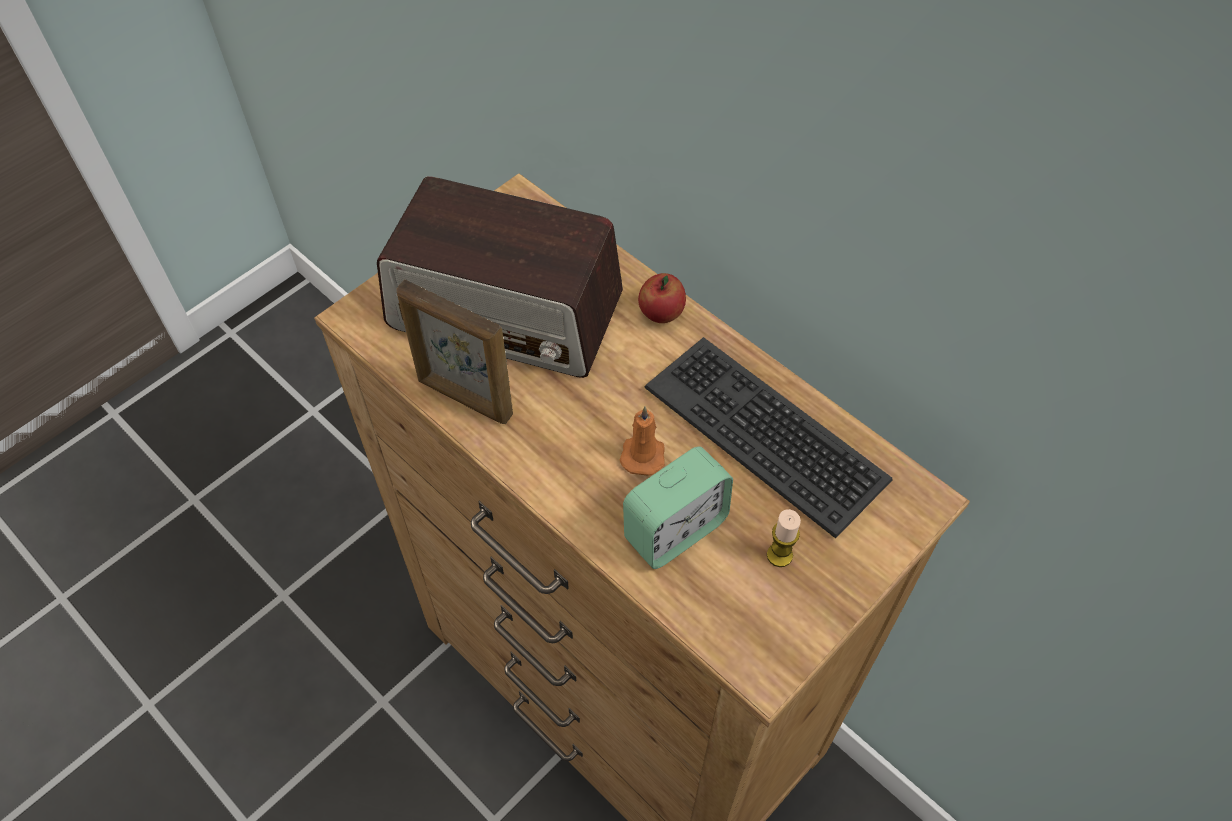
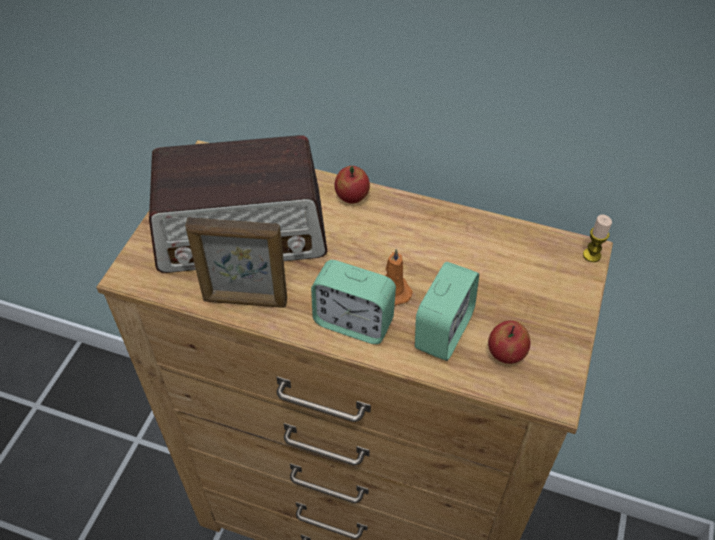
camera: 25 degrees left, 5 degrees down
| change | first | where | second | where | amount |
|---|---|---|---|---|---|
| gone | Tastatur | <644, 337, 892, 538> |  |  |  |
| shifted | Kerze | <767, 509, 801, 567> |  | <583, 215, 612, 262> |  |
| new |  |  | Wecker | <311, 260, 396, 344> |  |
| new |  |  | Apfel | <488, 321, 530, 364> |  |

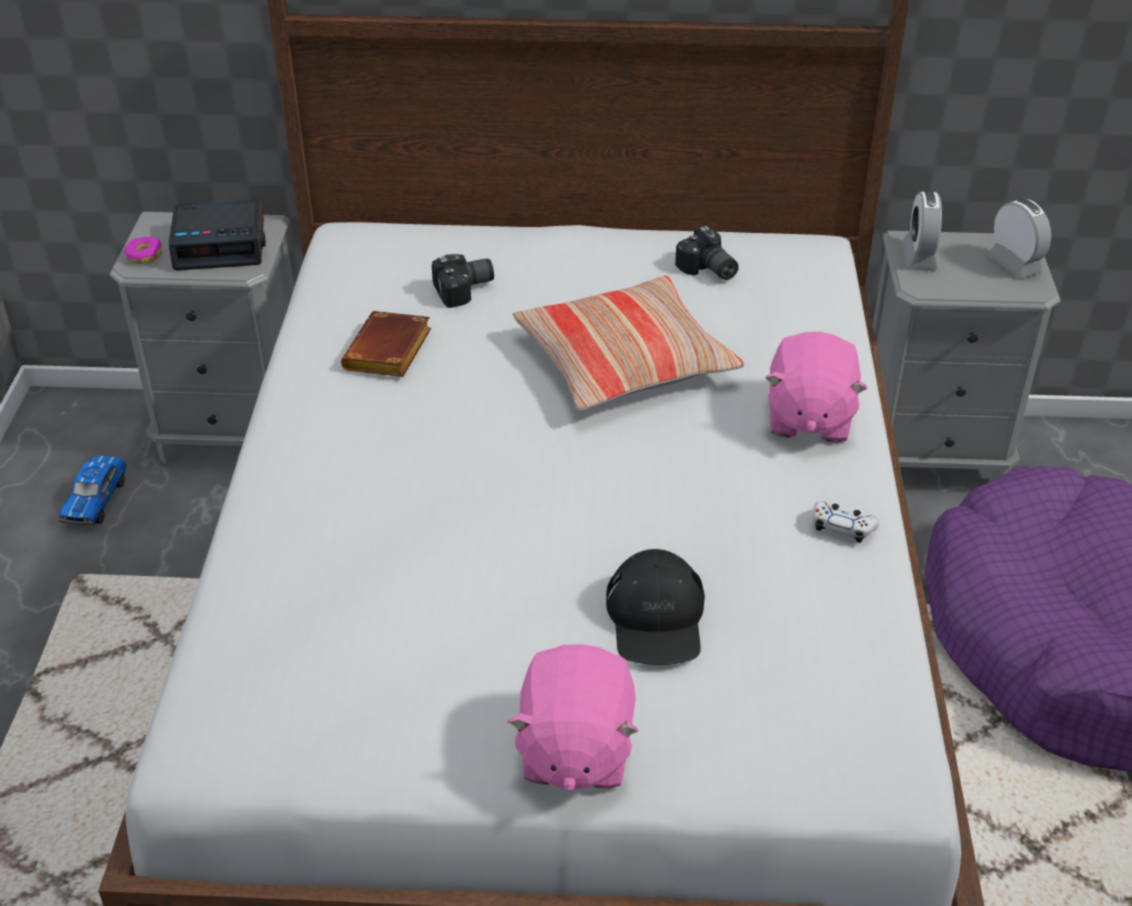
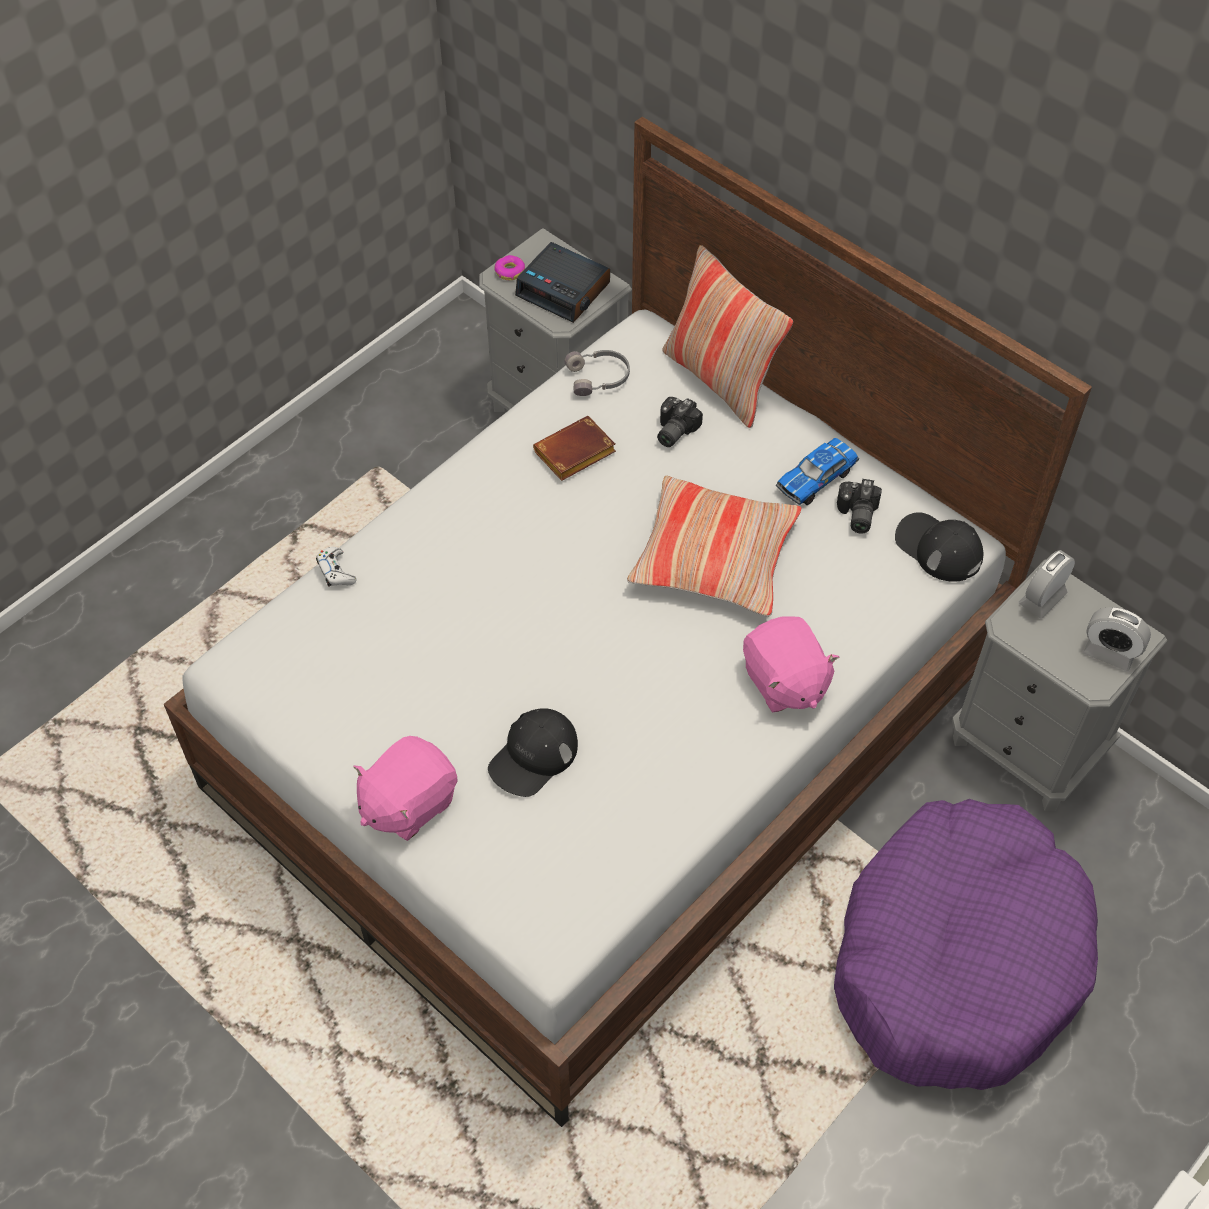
camera: 40 degrees right, 15 degrees up
| change | first | where | second | where | amount |
|---|---|---|---|---|---|
| rotated | Wecker | <987, 199, 1051, 278> |  | <1084, 607, 1151, 671> | 105 degrees clockwise |
| rotated | Kamera | <432, 254, 494, 308> |  | <657, 397, 703, 447> | 105 degrees clockwise |
| rotated | Plüschtier (rosa) | <765, 332, 868, 443> |  | <743, 617, 839, 712> | 75 degrees counterclockwise |
| shifted | Spielzeugauto | <59, 456, 127, 525> |  | <776, 438, 859, 505> |  |
| shifted | Gamepad (weiß) | <813, 501, 879, 543> |  | <316, 547, 356, 587> |  |
| new |  |  | Kissen | <663, 245, 793, 428> |  |
| new |  |  | Kopfhörer (grau) | <564, 350, 630, 396> |  |
| new |  |  | Kappe (schwarz) | <895, 512, 983, 582> |  |

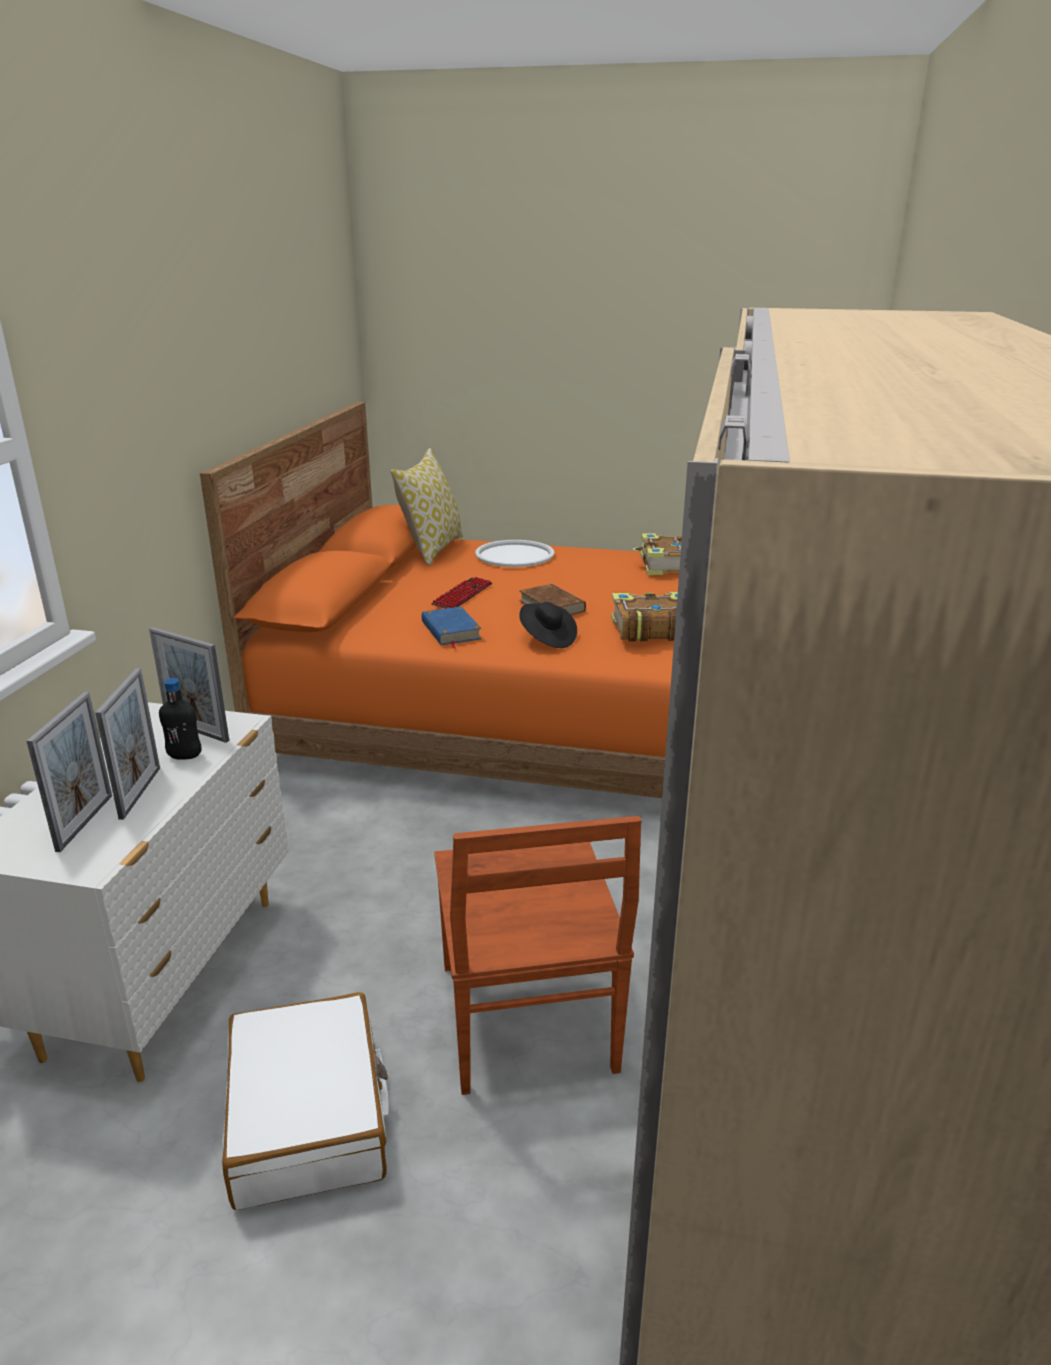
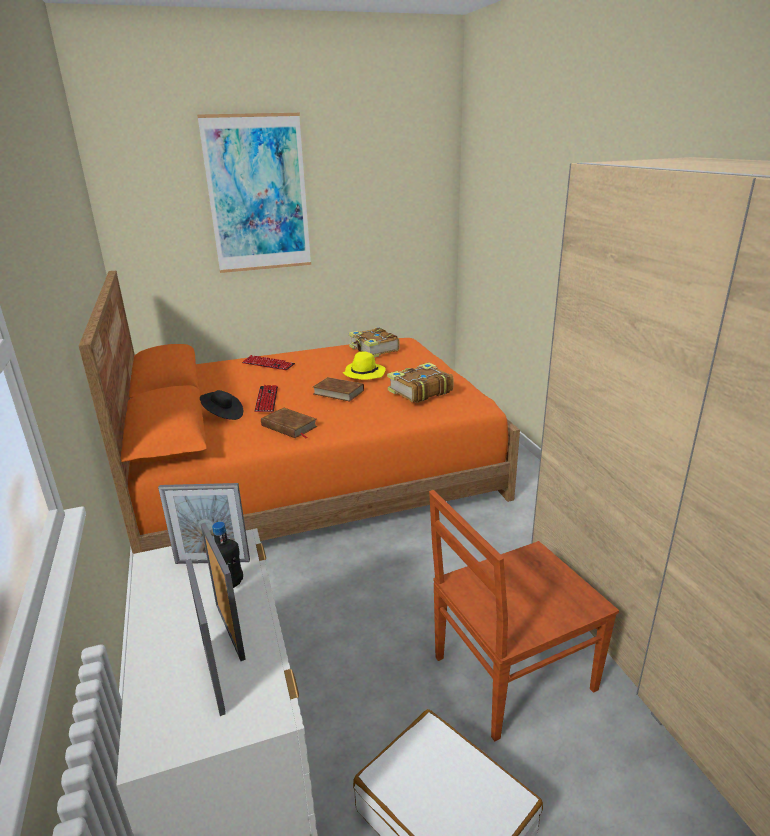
camera: 30 degrees left, 0 degrees up
| change | first | where | second | where | amount |
|---|---|---|---|---|---|
| gone | Kissen | <391, 448, 463, 566> |  |  |  |
| swapped | Tablett (weiß) | <475, 540, 554, 567> | Tastatur | <242, 355, 295, 370> |  |
| shifted | Hut (schwarz) | <519, 602, 577, 648> |  | <200, 390, 243, 420> |  |
| repainted | Buch (blau) | <422, 607, 481, 648> | Buch (braun) | <261, 408, 318, 438> |  |
| rotated | Stuhl (braun) | <434, 816, 642, 1095> |  | <429, 490, 619, 741> | 105 degrees clockwise |
| new |  |  | Bild | <197, 113, 311, 273> |  |
| new |  |  | Hut (gelb) | <343, 351, 385, 380> |  |

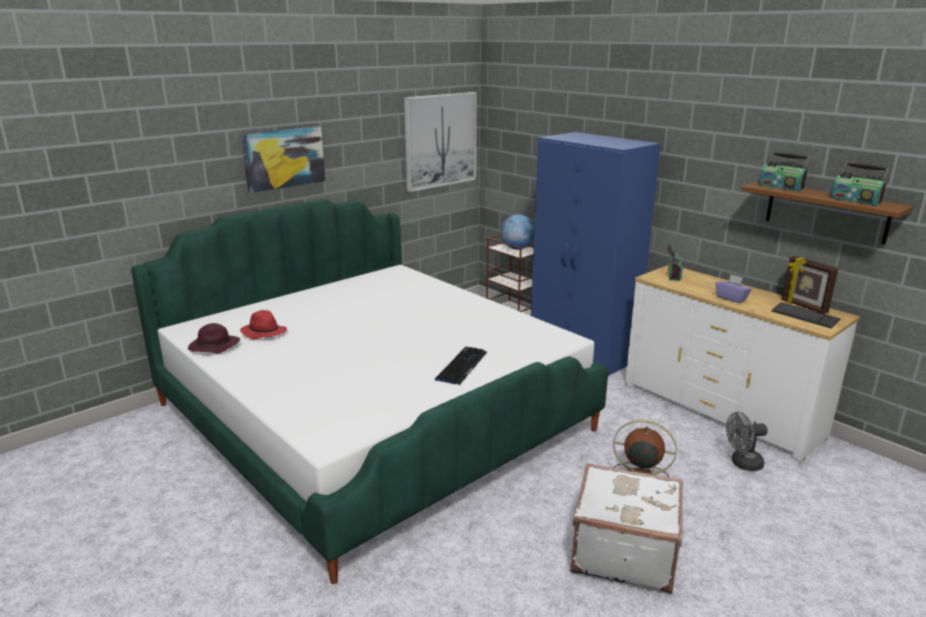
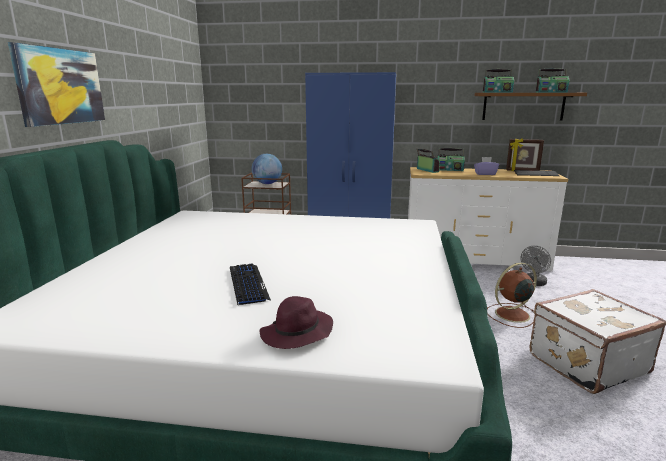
camera: 40 degrees left, 5 degrees down
| change | first | where | second | where | amount |
|---|---|---|---|---|---|
| gone | Bild | <404, 92, 477, 192> |  |  |  |
| gone | Hut (rot) | <240, 310, 287, 340> |  |  |  |
| shifted | Hut (lila) | <188, 323, 240, 353> |  | <260, 296, 333, 349> |  |
| shifted | Tastatur | <435, 347, 487, 385> |  | <230, 263, 271, 306> |  |
| new |  |  | Radio | <437, 148, 465, 171> |  |

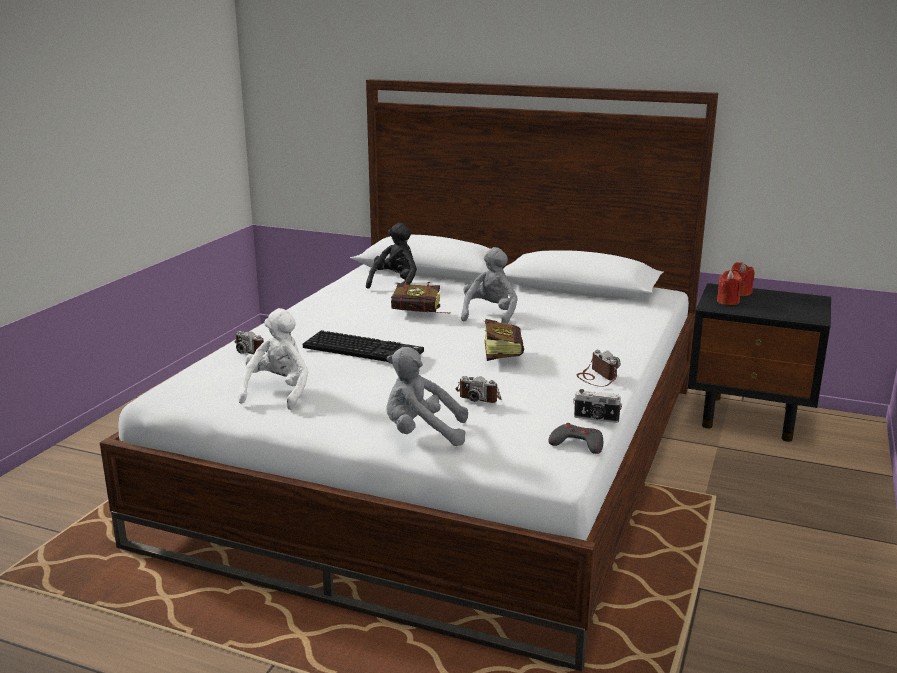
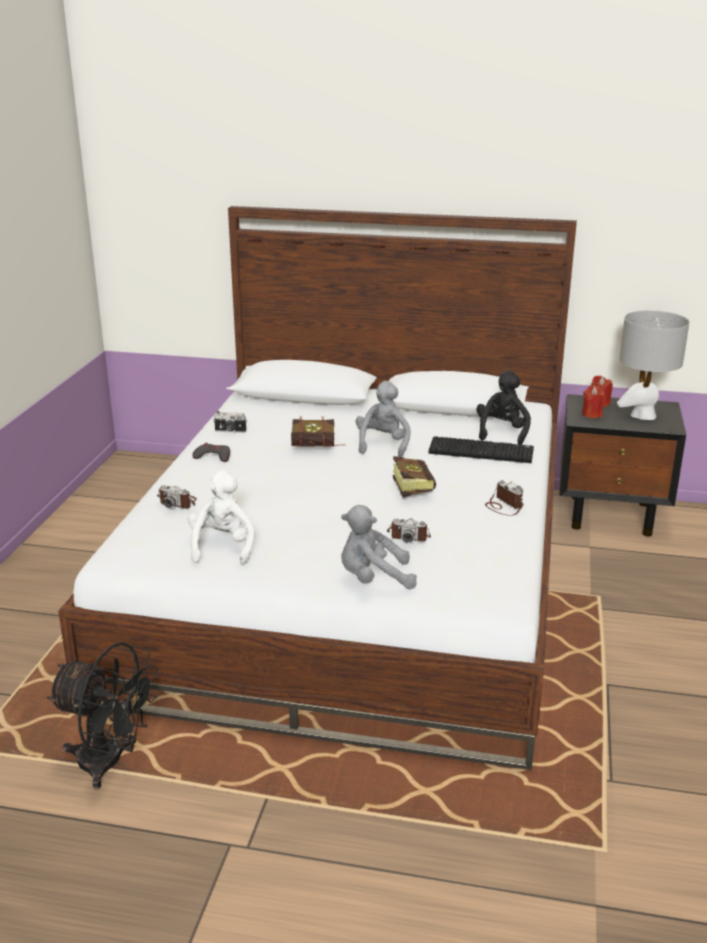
camera: 10 degrees left, 5 degrees up
| change | first | where | second | where | amount |
|---|---|---|---|---|---|
| shifted | Plüschtier (schwarz) | <366, 223, 417, 289> |  | <477, 370, 531, 445> |  |
| shifted | Tastatur | <303, 330, 424, 362> |  | <429, 436, 534, 463> |  |
| shifted | Kamera | <573, 389, 622, 423> |  | <213, 411, 247, 433> |  |
| shifted | Gamepad (grau) | <549, 423, 603, 454> |  | <192, 443, 230, 462> |  |
| new |  |  | Tischlampe (grau) | <617, 310, 690, 420> |  |
| new |  |  | Ventilator (schwarz) | <47, 642, 158, 789> |  |

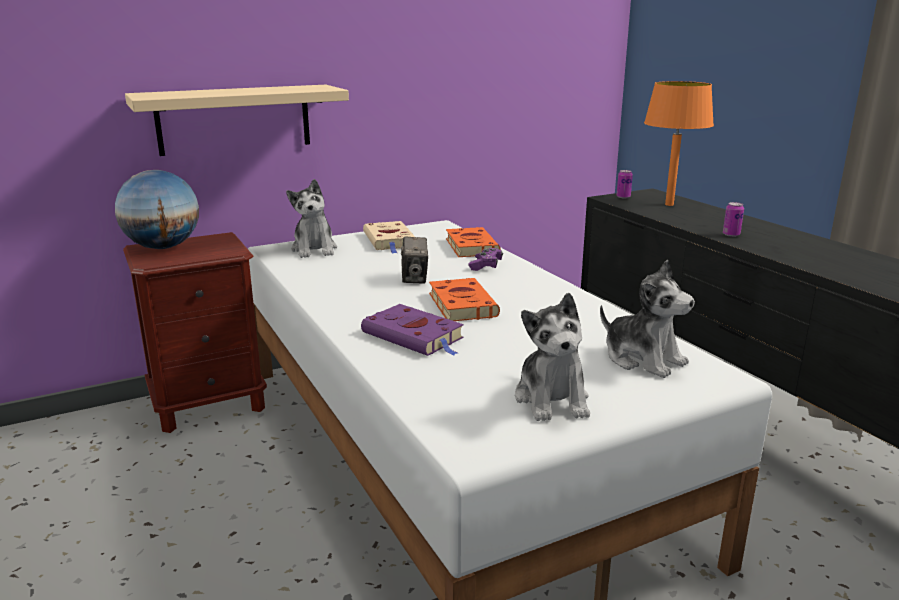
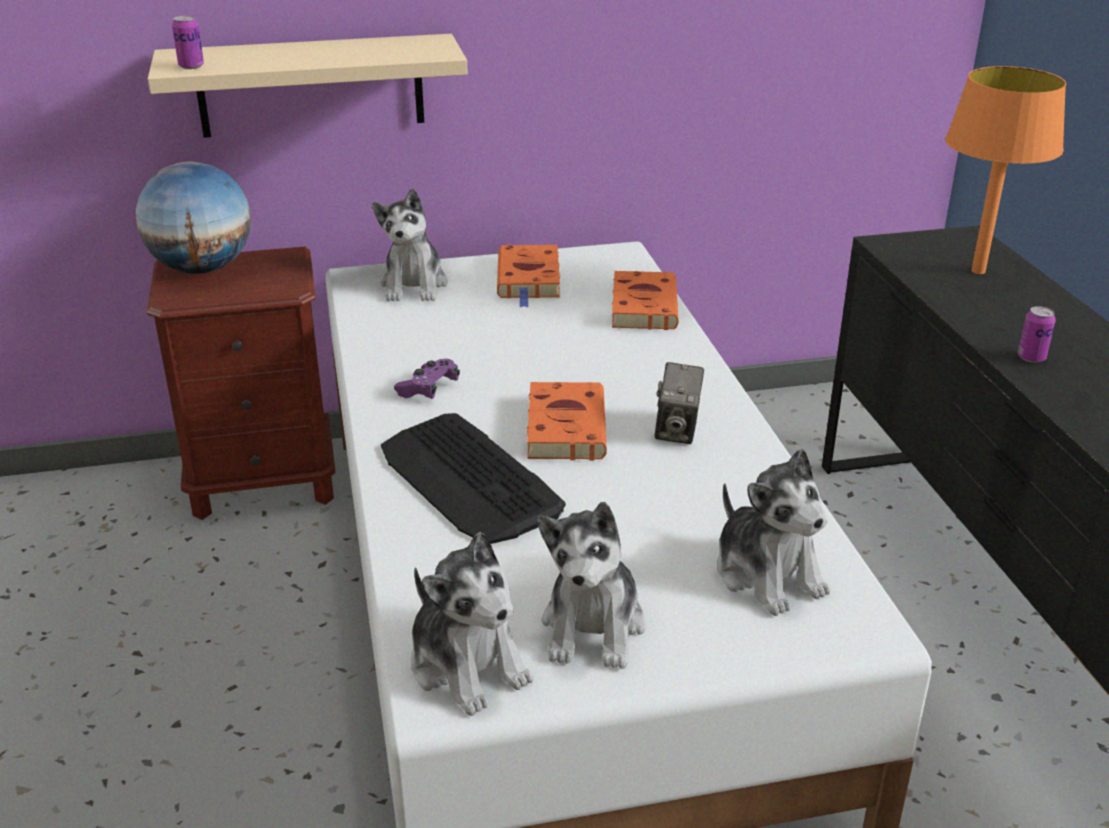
camera: 15 degrees right, 10 degrees up
| change | first | where | second | where | amount |
|---|---|---|---|---|---|
| shifted | Dose | <617, 170, 633, 199> |  | <172, 16, 204, 69> |  |
| repainted | Buch (beige) | <363, 221, 415, 253> | Buch (orange) | <497, 244, 560, 307> |  |
| shifted | Kamera | <401, 236, 428, 284> |  | <655, 362, 704, 444> |  |
| shifted | Gamepad (lila) | <469, 248, 503, 271> |  | <394, 359, 460, 399> |  |
| swapped | Buch (lila) | <361, 304, 464, 356> | Tastatur | <381, 413, 566, 544> |  |
| new |  |  | Plüschtier | <411, 532, 533, 716> |  |

